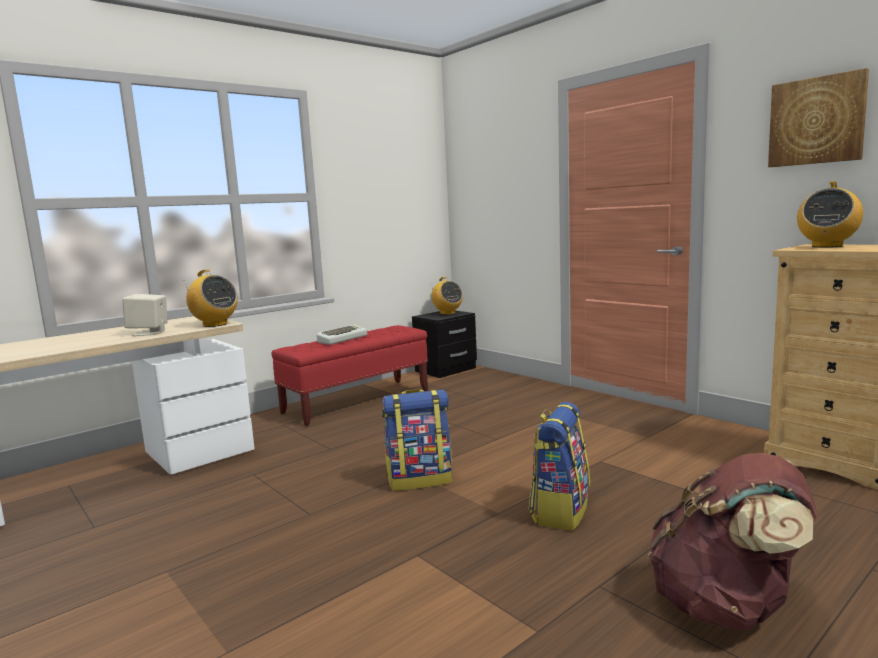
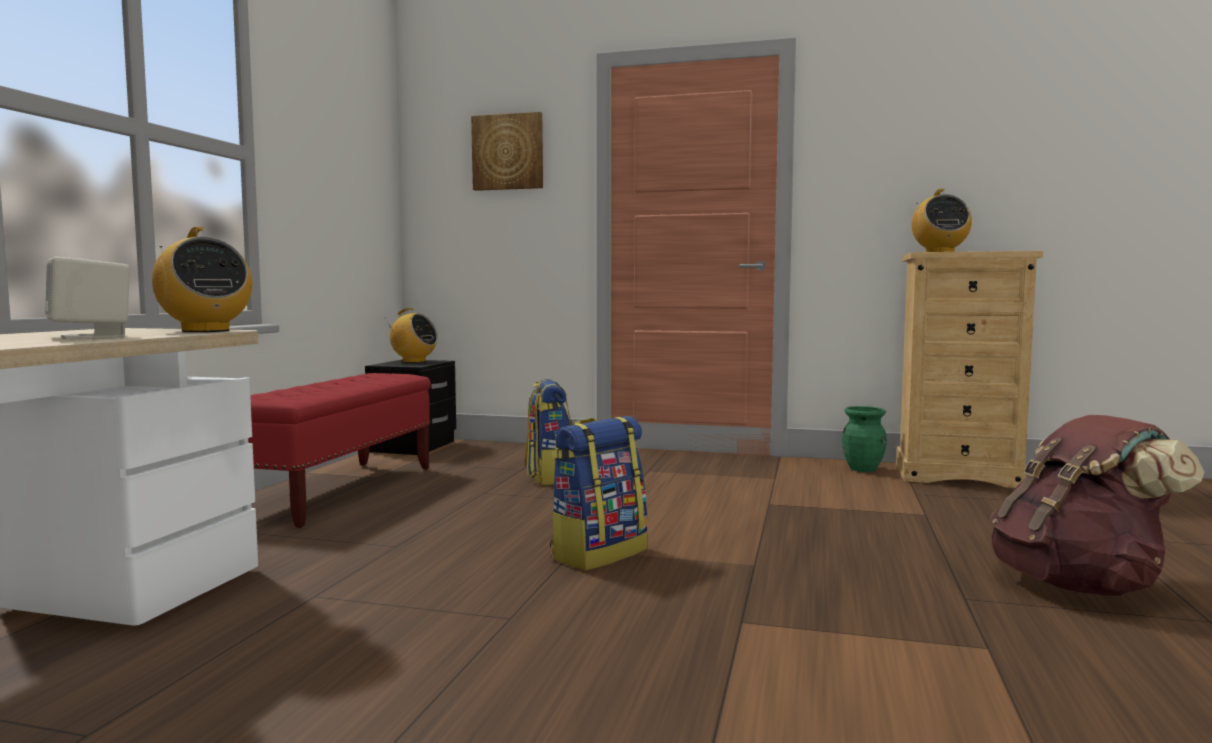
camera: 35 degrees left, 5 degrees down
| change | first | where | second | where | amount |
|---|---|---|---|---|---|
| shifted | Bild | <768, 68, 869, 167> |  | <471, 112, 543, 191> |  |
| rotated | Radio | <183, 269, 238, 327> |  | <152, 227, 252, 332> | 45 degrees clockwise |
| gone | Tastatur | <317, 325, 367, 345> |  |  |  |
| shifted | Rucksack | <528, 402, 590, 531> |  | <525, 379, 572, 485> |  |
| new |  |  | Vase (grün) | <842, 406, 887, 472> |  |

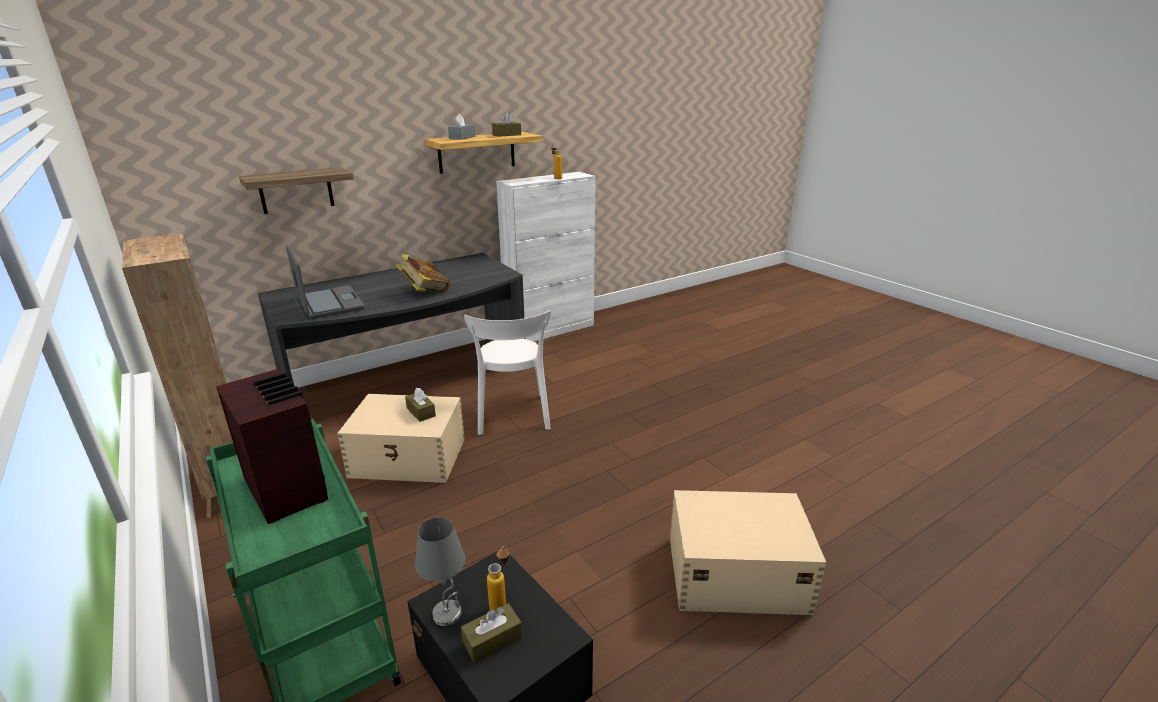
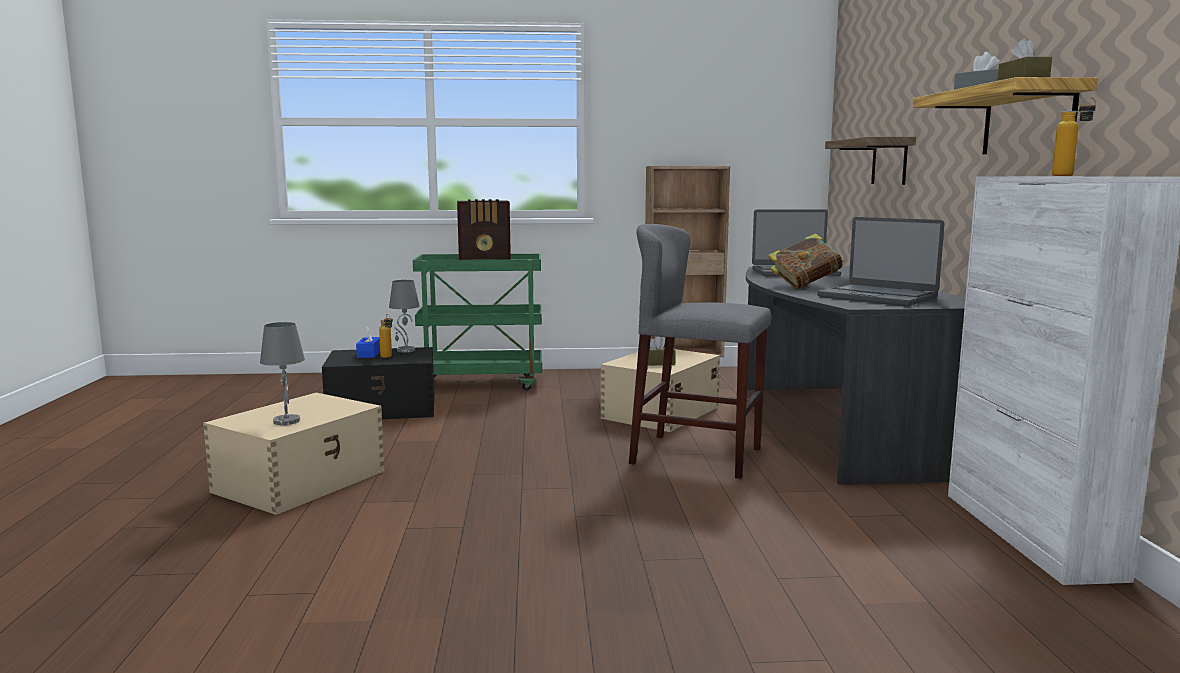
camera: 120 degrees right, 15 degrees down
| change | first | where | second | where | amount |
|---|---|---|---|---|---|
| swapped | Stuhl (weiß) | <464, 310, 551, 435> | Hocker (grau) | <629, 224, 771, 479> |  |
| repainted | Taschentuchbox (braun) | <461, 603, 522, 663> | Taschentuchbox (blau) | <356, 327, 380, 358> |  |
| new |  |  | Laptop | <817, 217, 944, 306> |  |
| new |  |  | Tischlampe (grau) | <260, 322, 305, 425> |  |

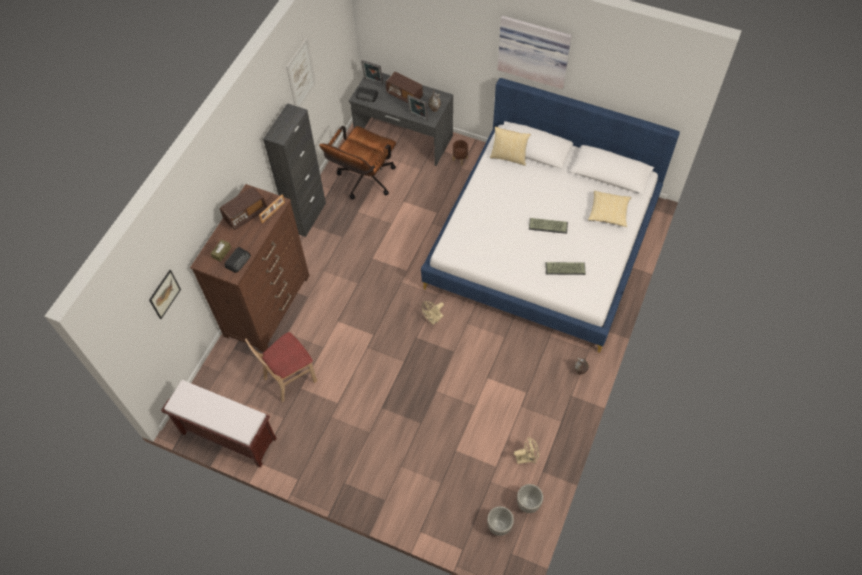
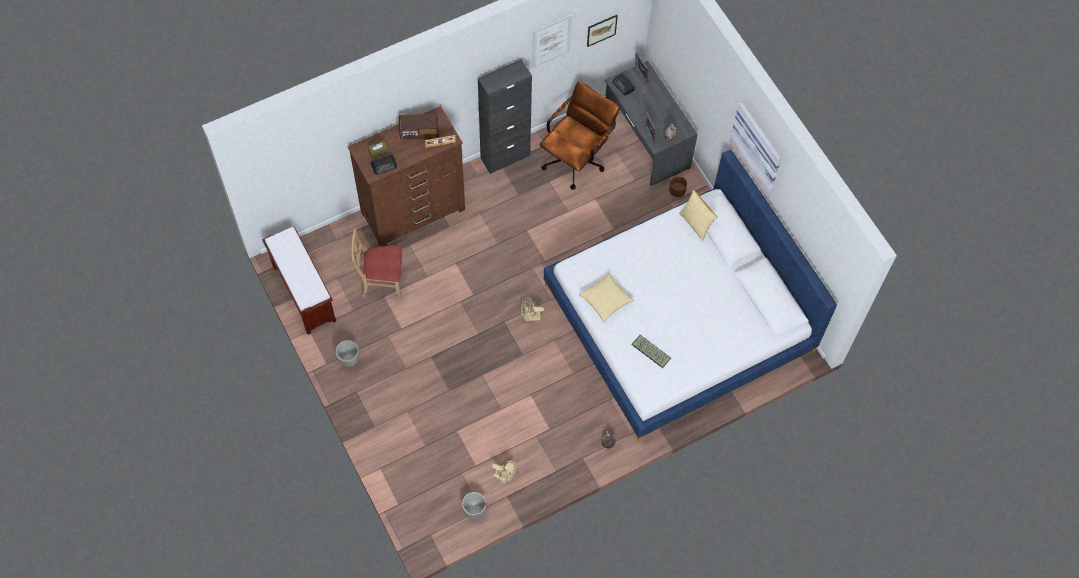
camera: 35 degrees right, 5 degrees up
| change | first | where | second | where | amount |
|---|---|---|---|---|---|
| gone | Radio | <386, 72, 423, 103> |  |  |  |
| rotated | Bürostuhl (braun) | <319, 126, 396, 199> |  | <540, 81, 620, 190> | 150 degrees clockwise |
| shifted | Kissen | <588, 191, 631, 227> |  | <579, 273, 634, 322> |  |
| gone | Tastatur | <529, 218, 568, 234> |  |  |  |
| shifted | Bild | <149, 270, 181, 319> |  | <587, 15, 618, 47> |  |
| shifted | Pflanzkübel | <487, 506, 514, 536> |  | <335, 340, 359, 367> |  |

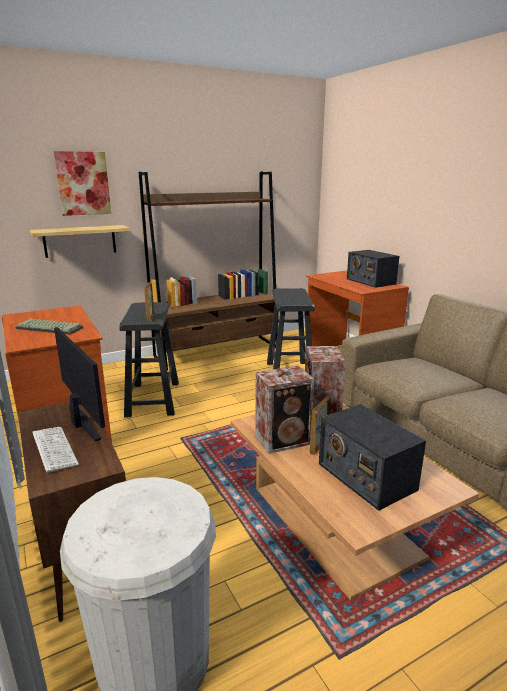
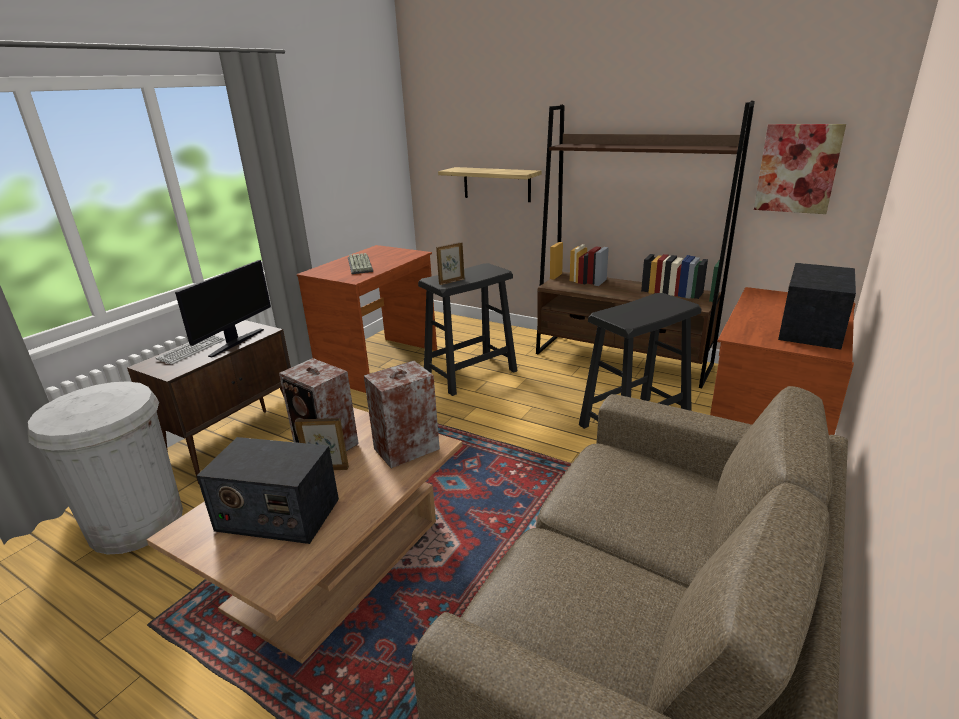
camera: 60 degrees right, 5 degrees up
| change | first | where | second | where | amount |
|---|---|---|---|---|---|
| shifted | Bild | <53, 151, 111, 216> |  | <754, 124, 846, 214> |  |
| rotated | Radio | <319, 404, 426, 511> |  | <197, 437, 339, 544> | 105 degrees counterclockwise |

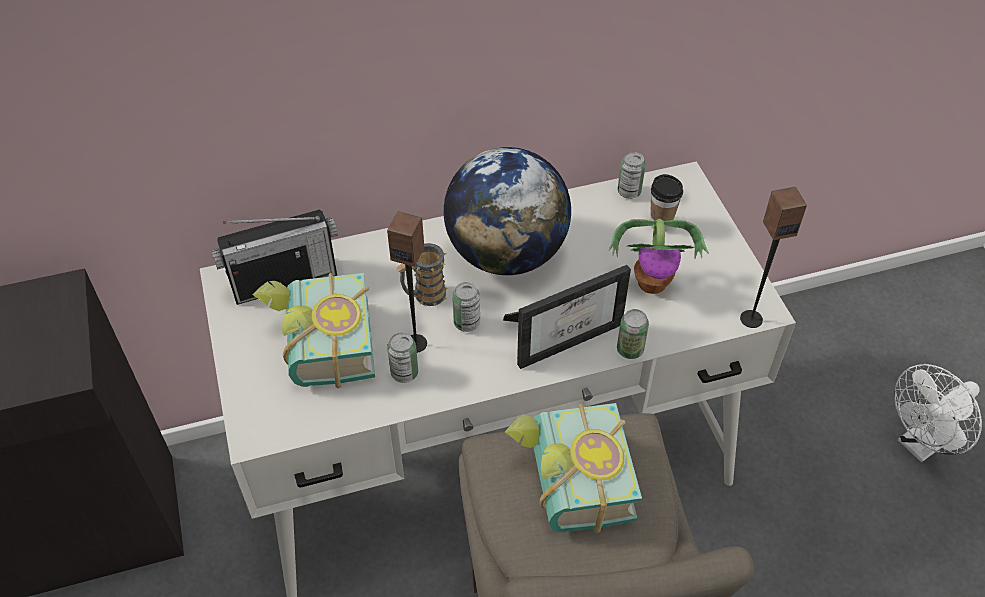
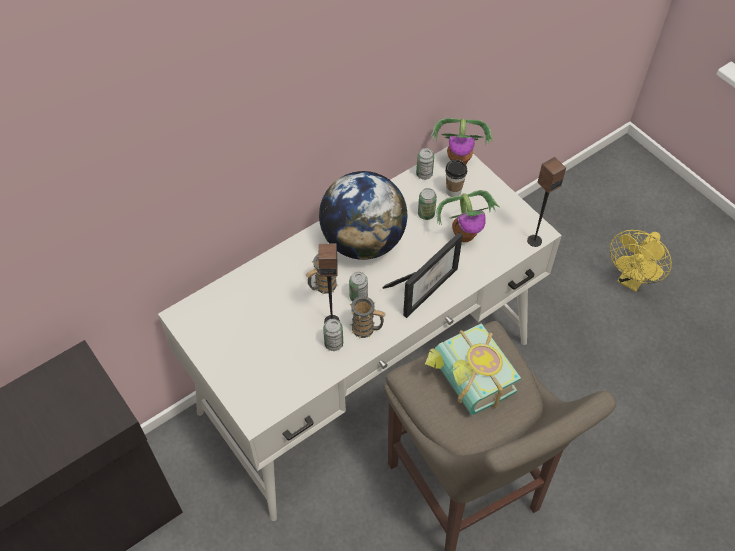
camera: 20 degrees left, 5 degrees up
| change | first | where | second | where | amount |
|---|---|---|---|---|---|
| gone | Radio | <212, 210, 338, 305> |  |  |  |
| gone | Buch | <253, 273, 375, 388> |  |  |  |
| shifted | Dose | <617, 309, 649, 359> |  | <418, 188, 437, 220> |  |
| repainted | Ventilator (weiß) | <894, 364, 982, 462> | Ventilator (gelb) | <610, 230, 672, 292> |  |
| new |  |  | Topfpflanze | <430, 118, 493, 164> |  |
| new |  |  | Henkelbecher | <350, 296, 386, 339> |  |

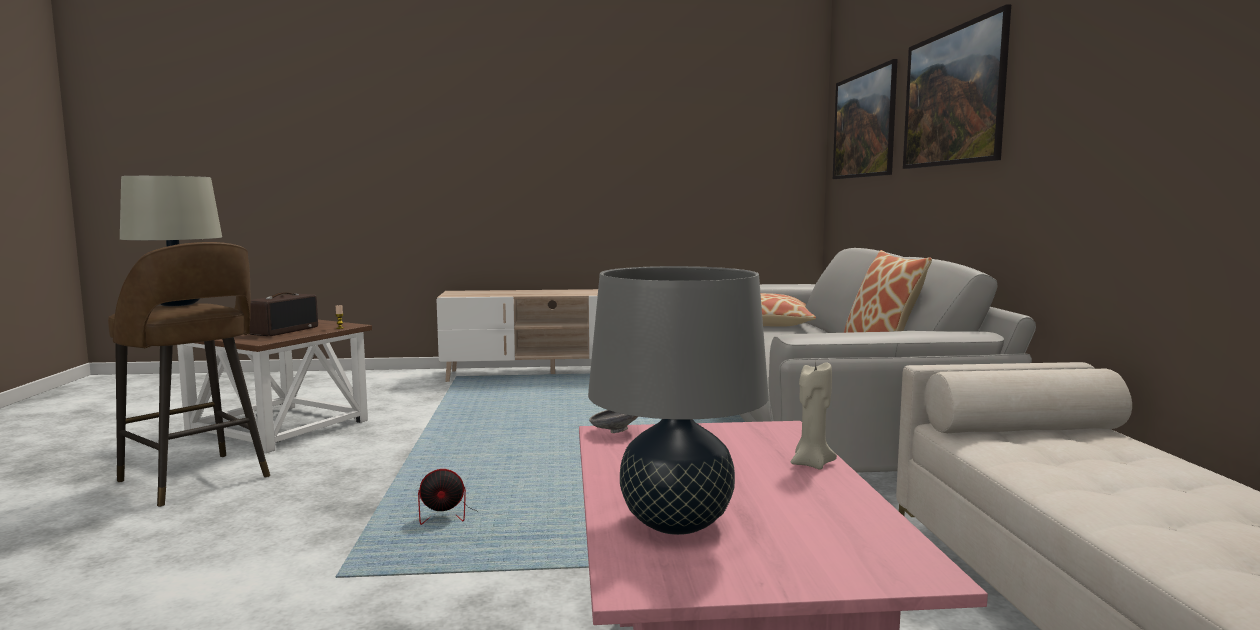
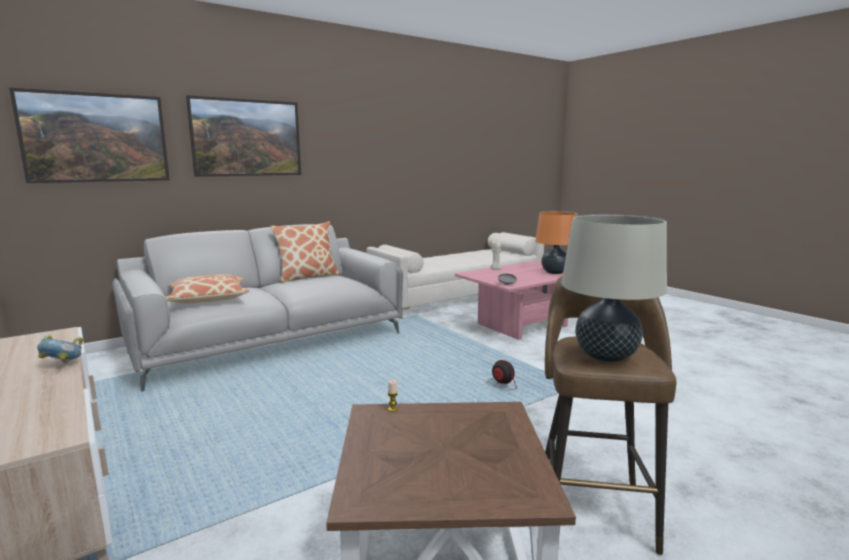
camera: 120 degrees left, 5 degrees up
| change | first | where | second | where | amount |
|---|---|---|---|---|---|
| repainted | Tischlampe (grau) | <588, 266, 769, 535> | Tischlampe (orange) | <535, 211, 577, 274> |  |
| gone | Radio | <249, 292, 318, 336> |  |  |  |
| new |  |  | Schüssel | <37, 335, 83, 364> |  |

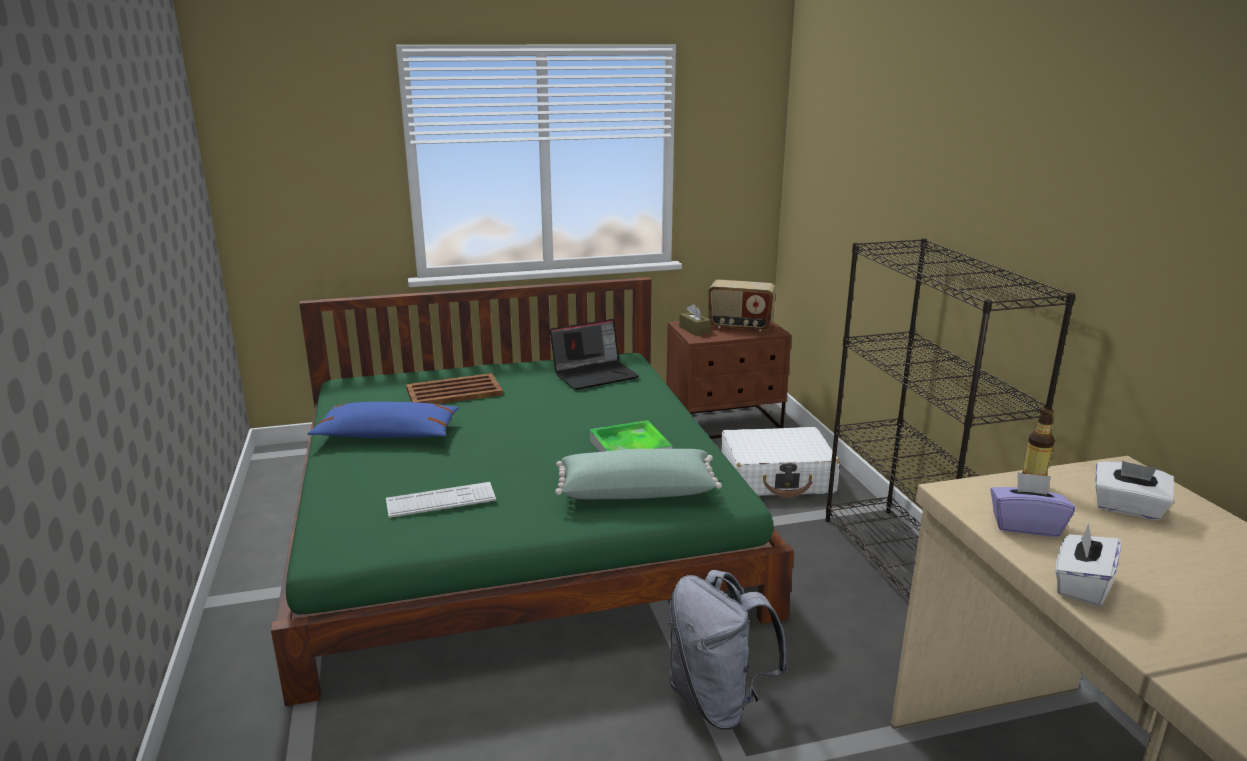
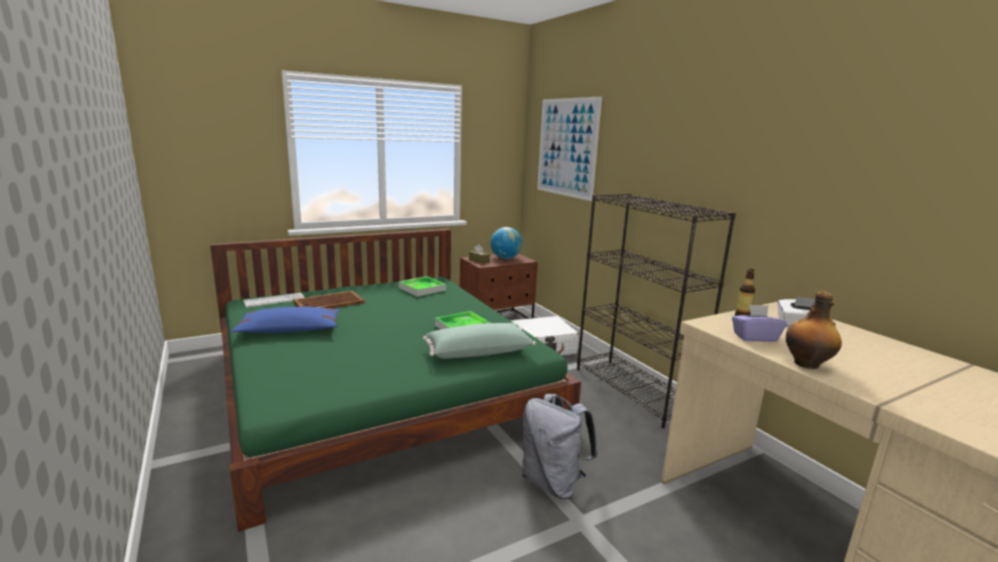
camera: 15 degrees left, 5 degrees down
| change | first | where | second | where | amount |
|---|---|---|---|---|---|
| swapped | Radio | <708, 280, 776, 332> | Globus | <490, 227, 522, 259> |  |
| swapped | Laptop | <550, 319, 639, 390> | Tablett | <399, 276, 446, 297> |  |
| shifted | Tastatur | <386, 482, 496, 518> |  | <243, 293, 305, 308> |  |
| swapped | Taschentuchbox (weiß) | <1056, 523, 1121, 606> | Flasche | <786, 291, 842, 369> |  |
| new |  |  | Bild | <537, 96, 602, 201> |  |

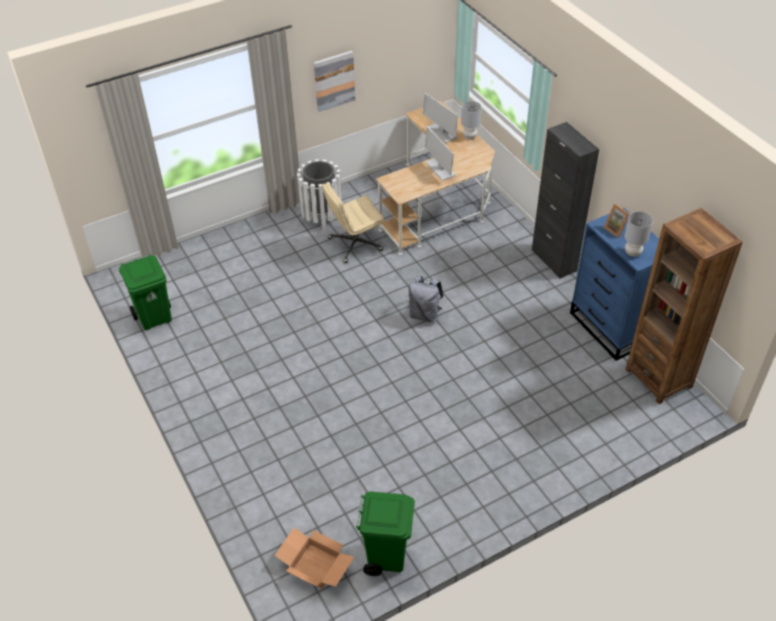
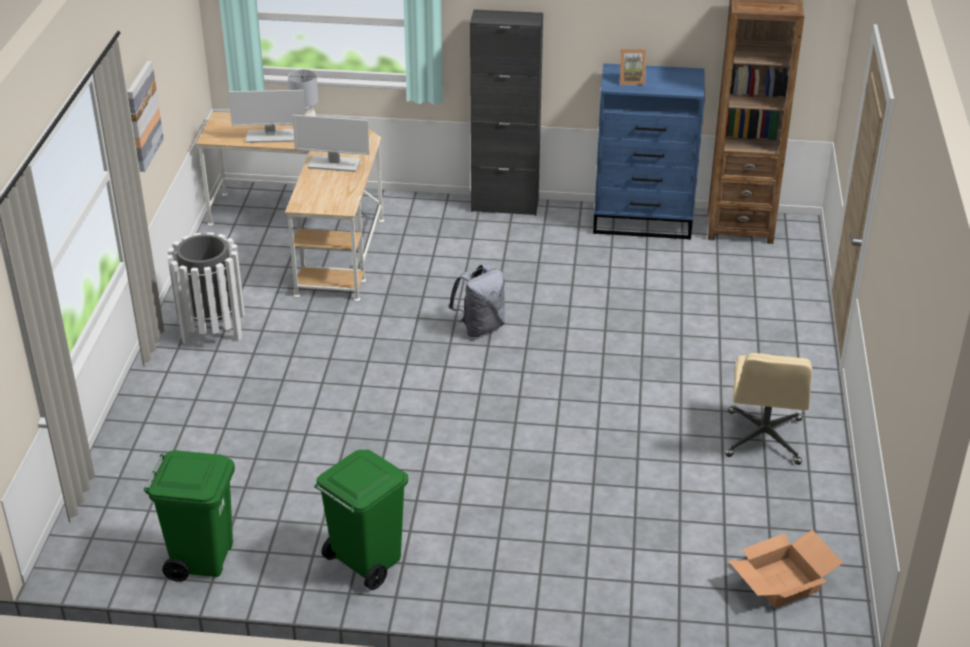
camera: 55 degrees left, 10 degrees down
| change | first | where | second | where | amount |
|---|---|---|---|---|---|
| shifted | Bürostuhl (beige) | <322, 183, 384, 263> |  | <725, 353, 812, 465> |  |
| gone | Tischlampe (grau) | <624, 211, 653, 256> |  |  |  |
| shifted | Mülleimer (grün) | <356, 492, 415, 576> |  | <314, 449, 408, 590> |  |

